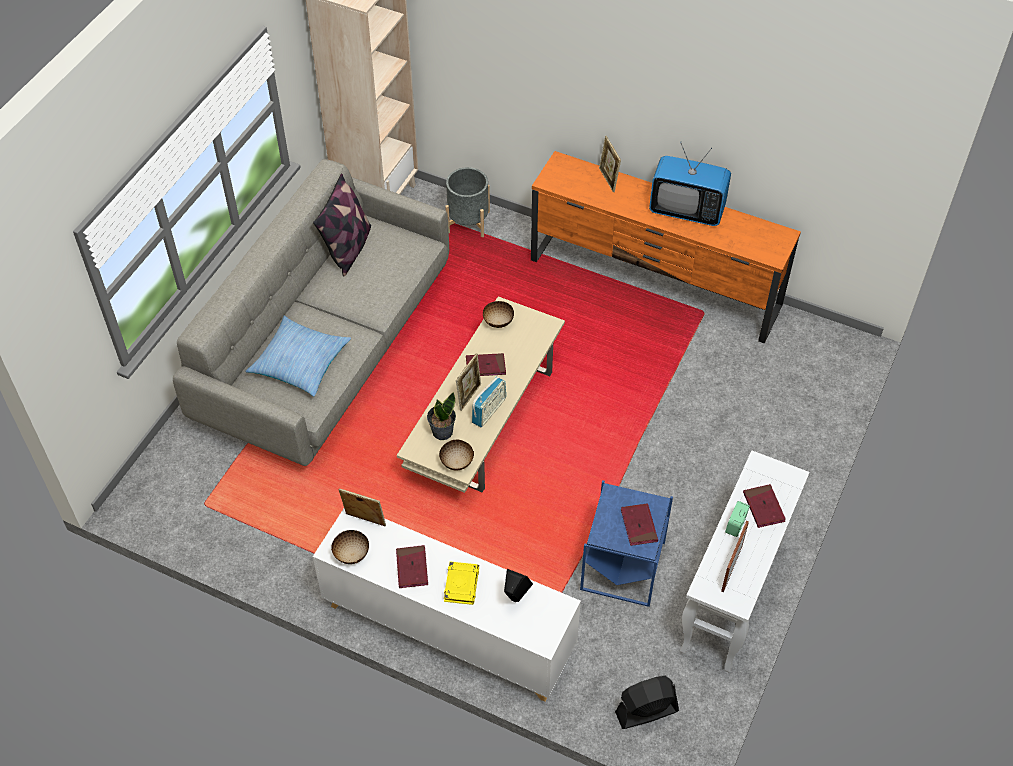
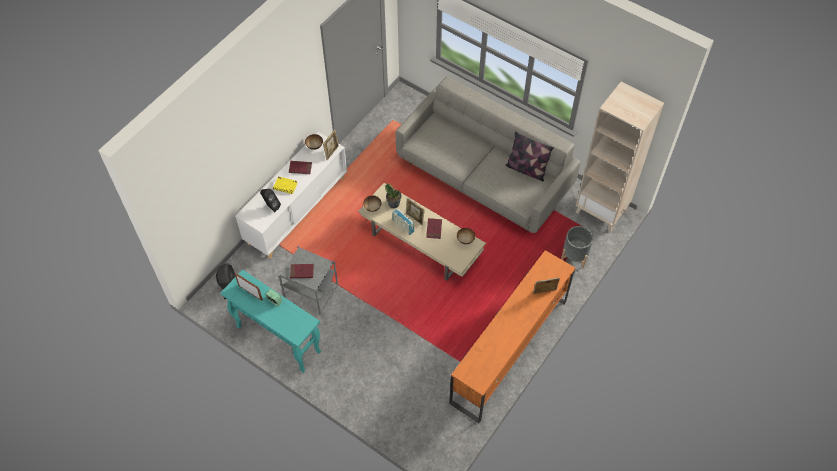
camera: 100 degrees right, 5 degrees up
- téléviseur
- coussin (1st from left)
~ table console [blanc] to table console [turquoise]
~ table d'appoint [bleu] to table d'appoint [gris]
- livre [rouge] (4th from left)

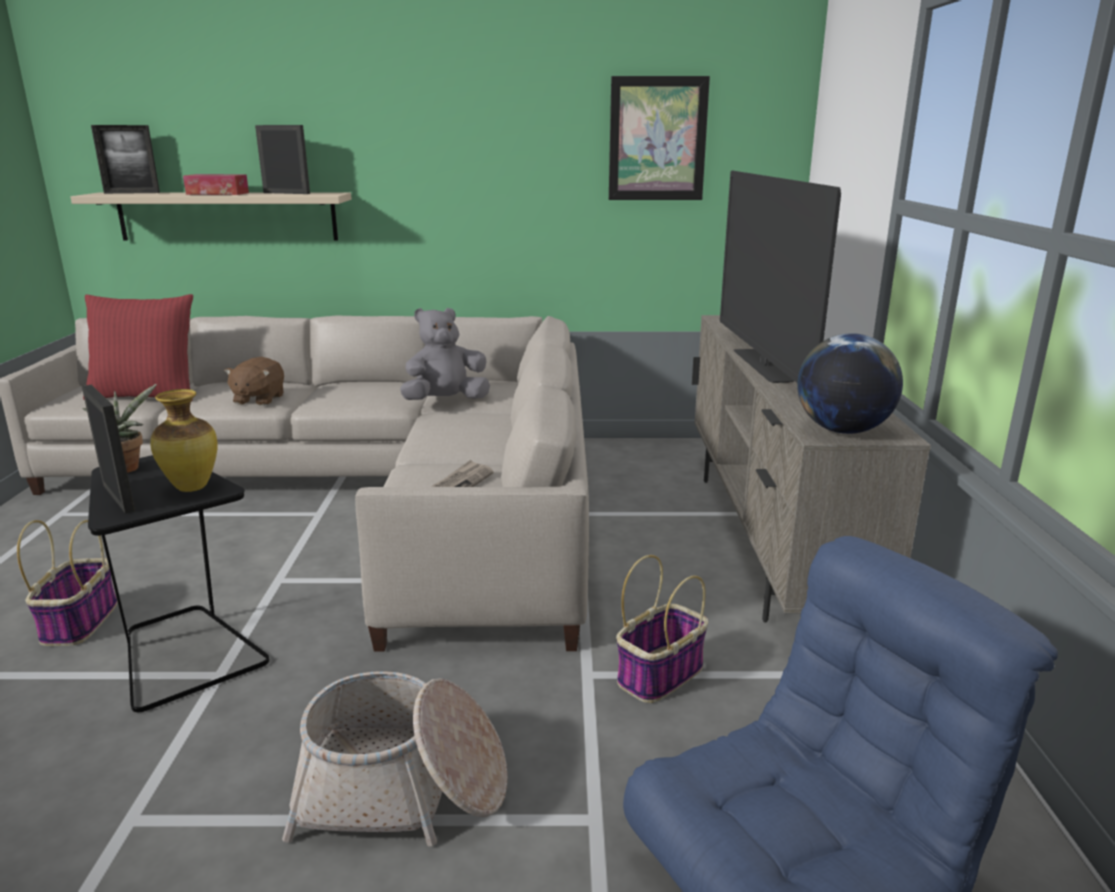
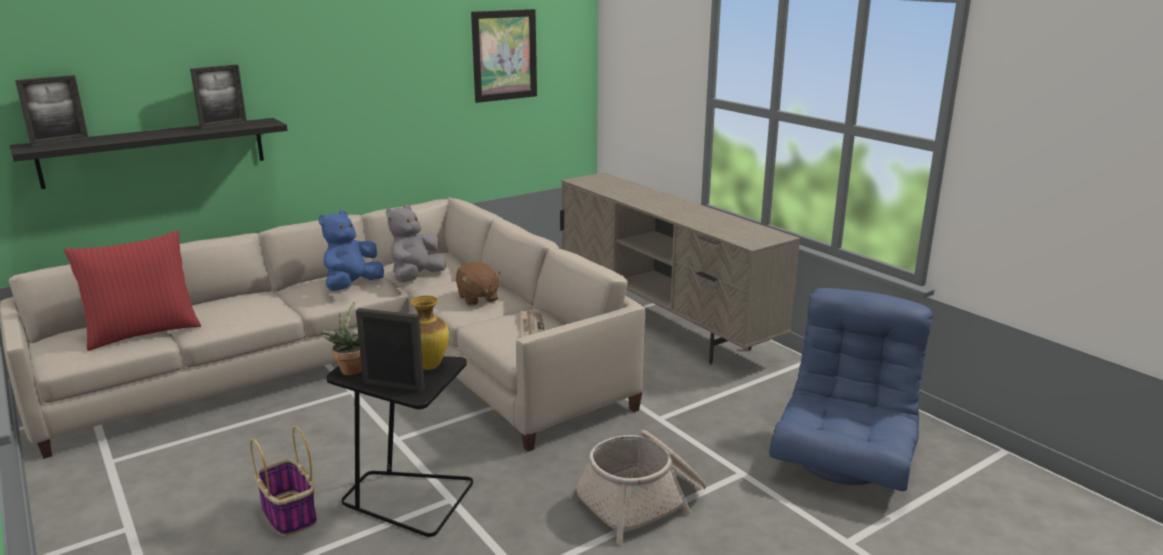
camera: 35 degrees left, 0 degrees up
~ cadre photo (3rd from left in the first image) 150 degrees clockwise
- téléviseur
- boîte à mouchoirs
~ étagère [beige] to étagère [noir]
- globe
~ peluche [marron]
- panier (3rd from left)
+ peluche [bleu]

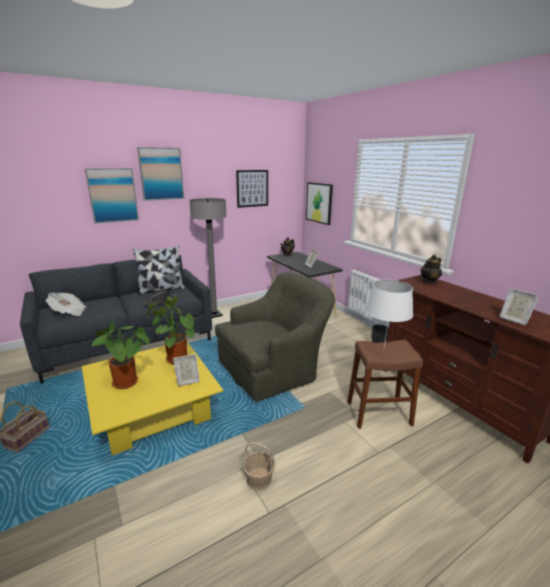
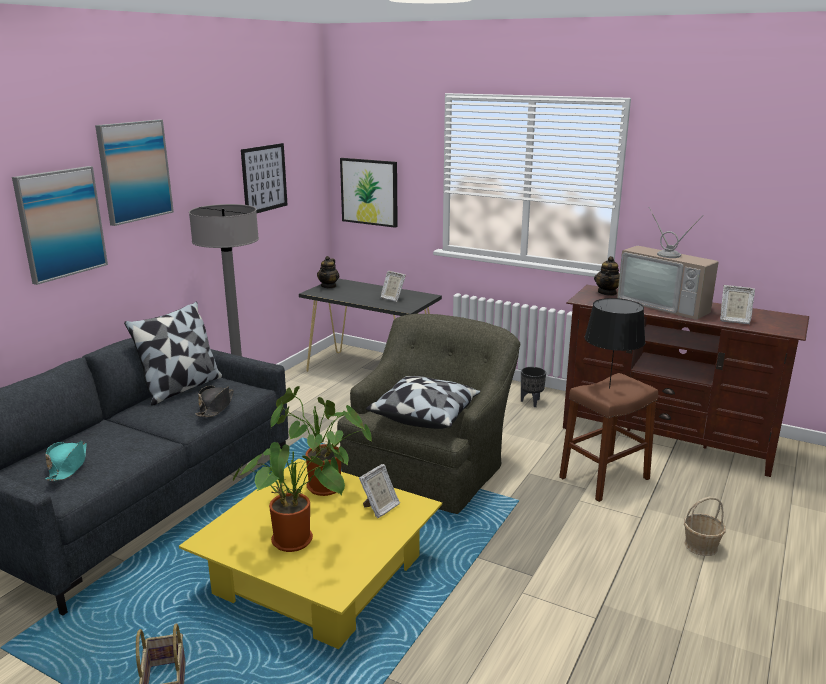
camera: 30 degrees left, 0 degrees up
~ lampe de table [blanc] to lampe de table [noir]
~ journal to chapeau [turquoise]
~ panier (2nd from left)
+ téléviseur
+ coussin (2nd from left)

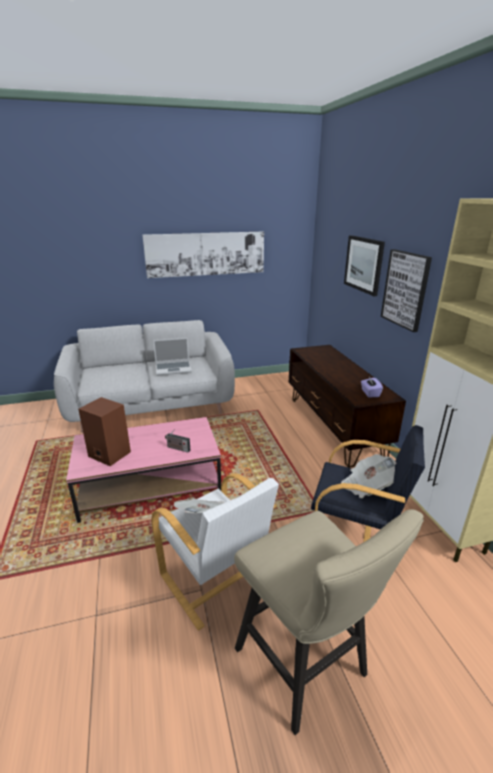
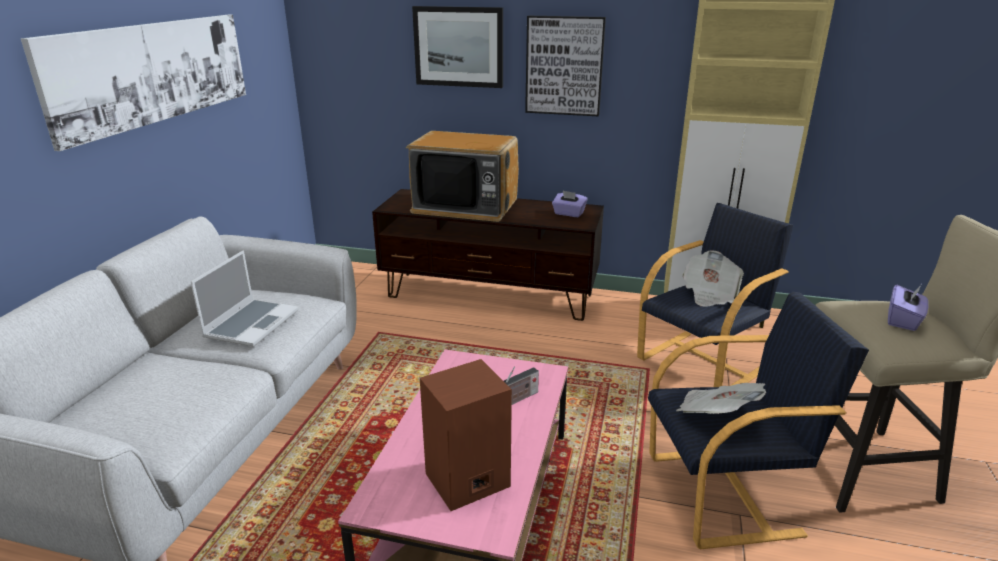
camera: 60 degrees left, 0 degrees up
~ fauteuil [blanc] to fauteuil [noir] (2nd from left)
+ téléviseur
+ boîte à mouchoirs [violet] (2nd from left)

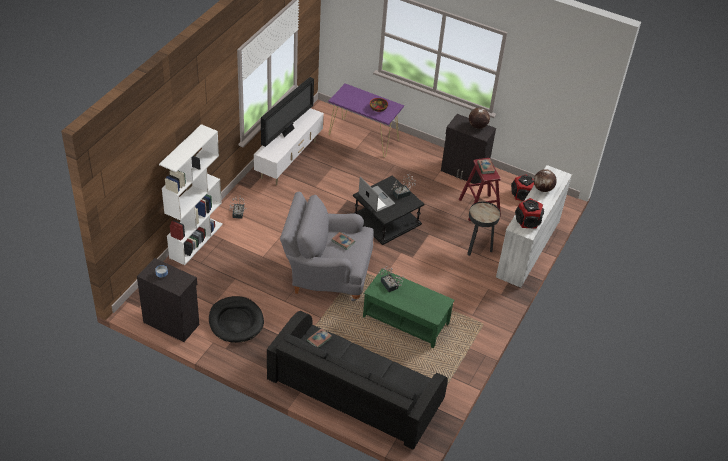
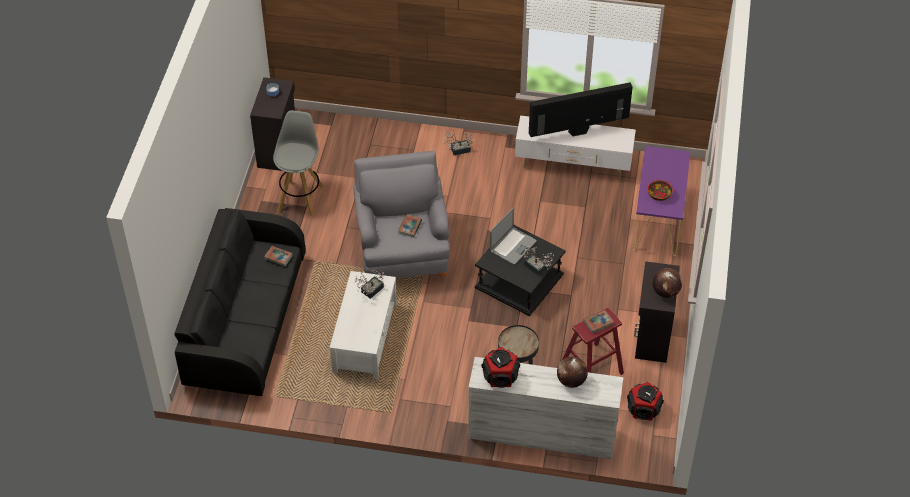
camera: 75 degrees right, 5 degrees up
~ téléviseur 150 degrees clockwise
- bibliothèque [blanc]
~ table basse [vert] to table basse [blanc]
~ panier pour chien [noir] to tabouret [gris]

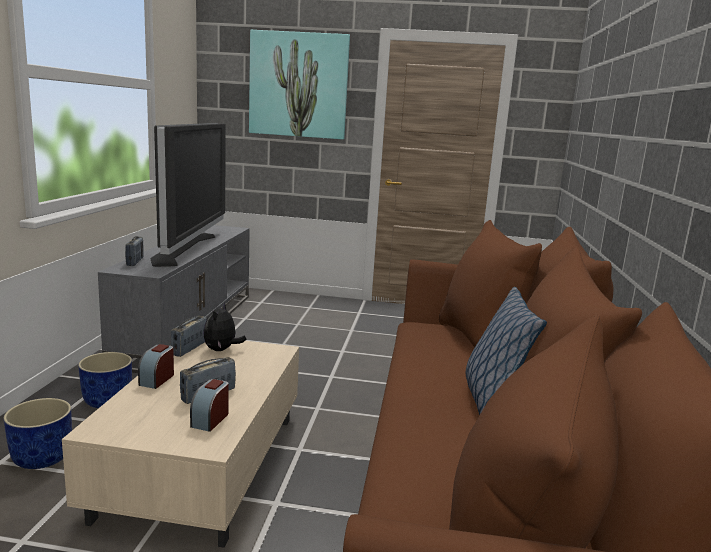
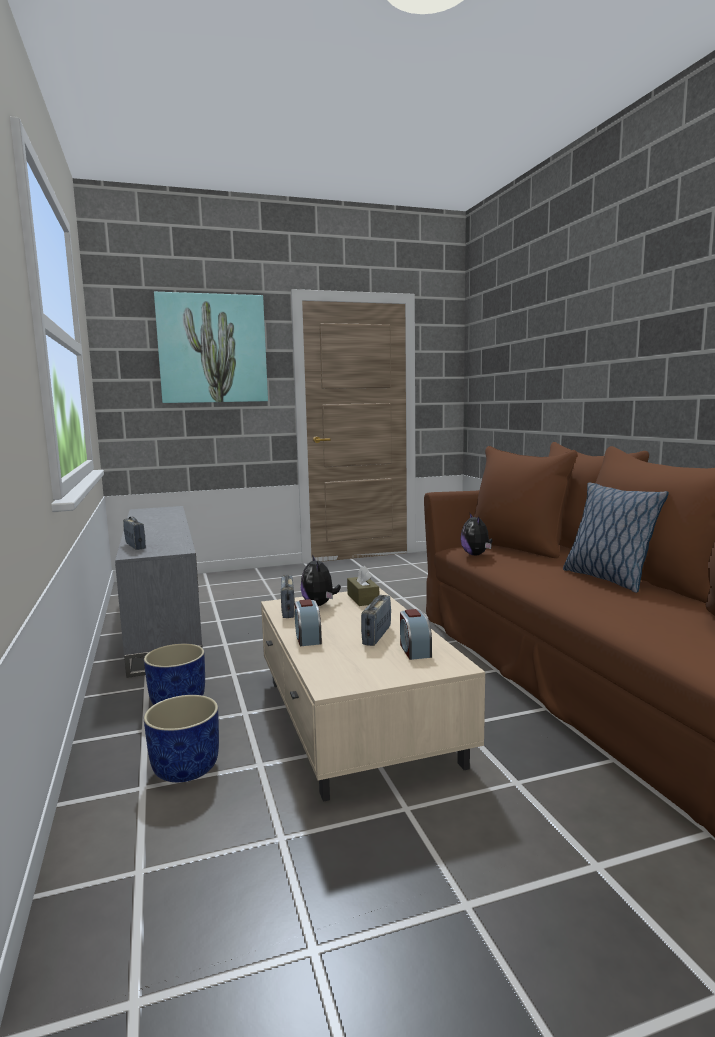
camera: 25 degrees left, 5 degrees down
- téléviseur
+ peluche (2nd from left)
+ boîte à mouchoirs [marron]

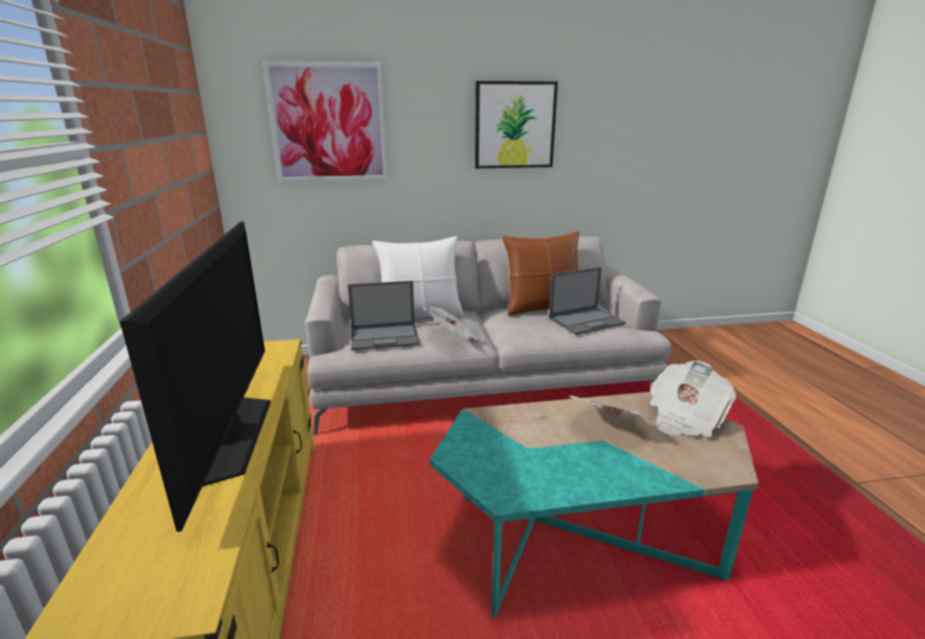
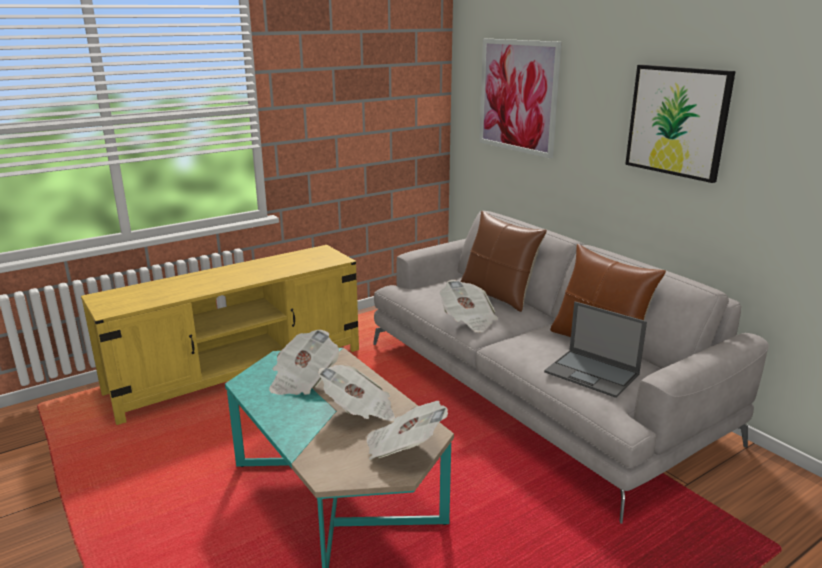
camera: 65 degrees right, 0 degrees up
- téléviseur
~ coussin [blanc] to coussin [marron] (1st from left)
- ordinateur portable (1st from left)
+ journal (1st from left)

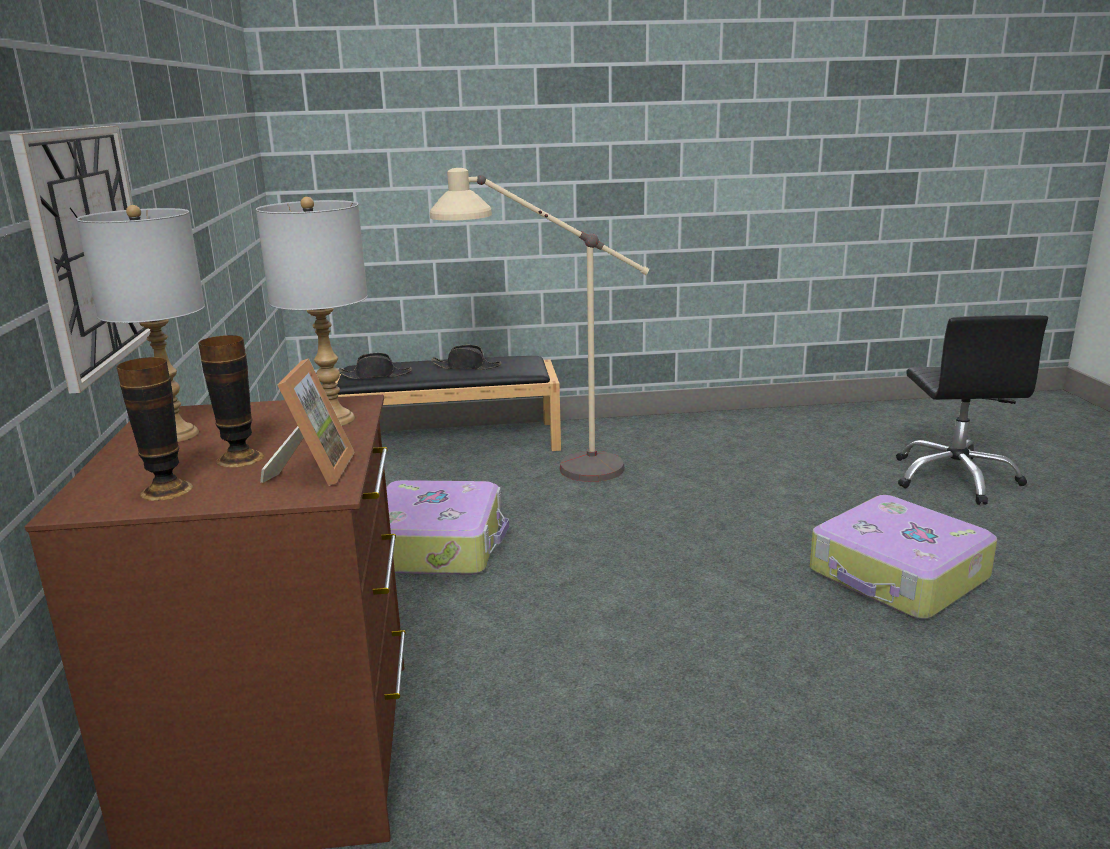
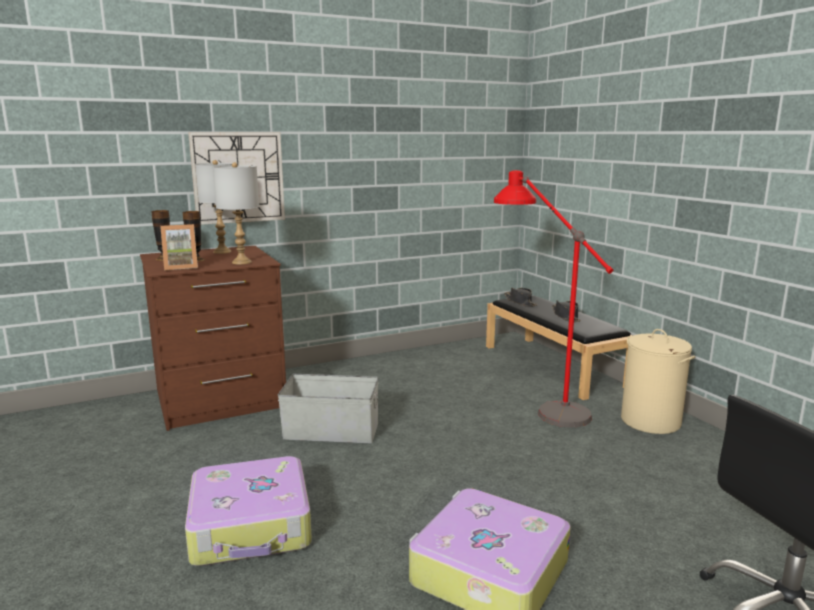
camera: 70 degrees right, 5 degrees down
~ lampadaire [beige] to lampadaire [rouge]
~ valise (1st from left)
+ panier à linge [beige]
+ boîte de rangement [gris]

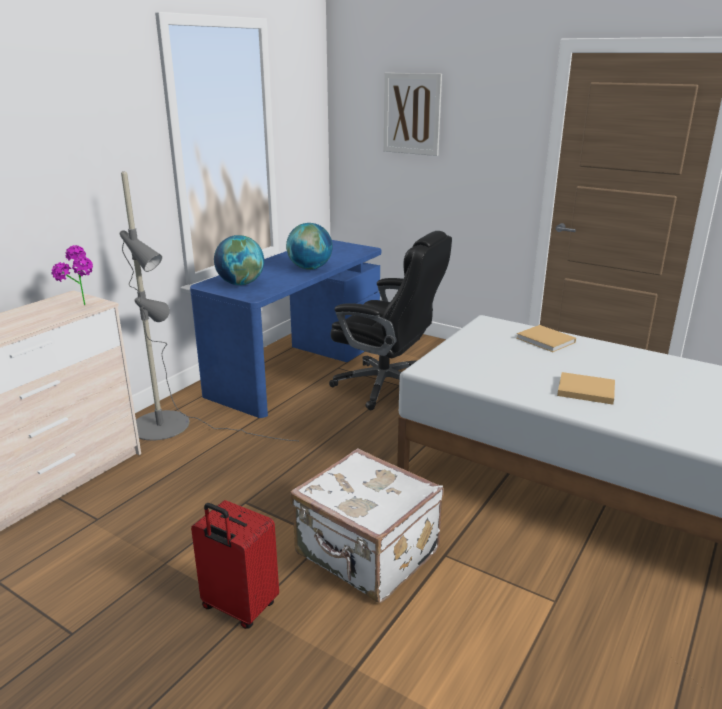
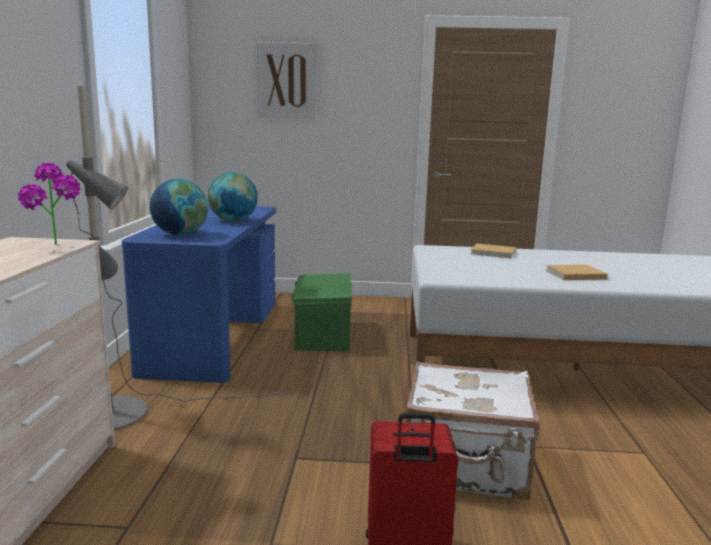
camera: 30 degrees left, 10 degrees down
~ chaise de bureau [noir] to boîte de rangement [vert]

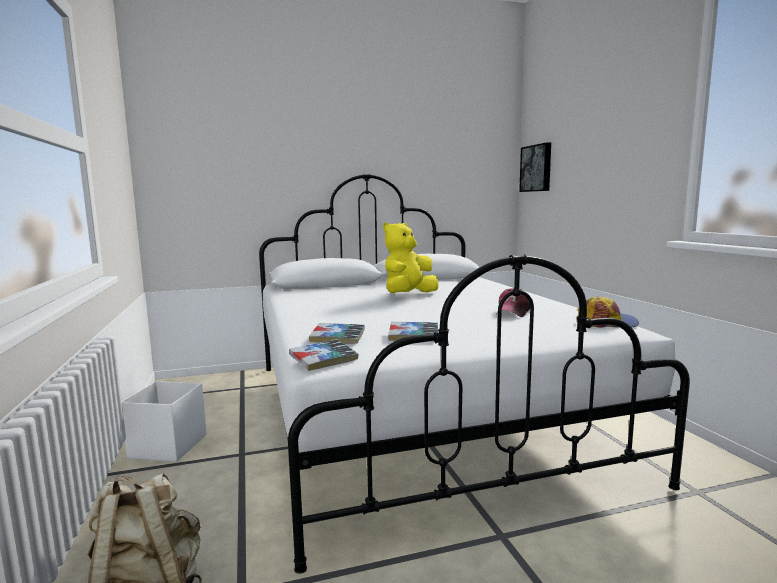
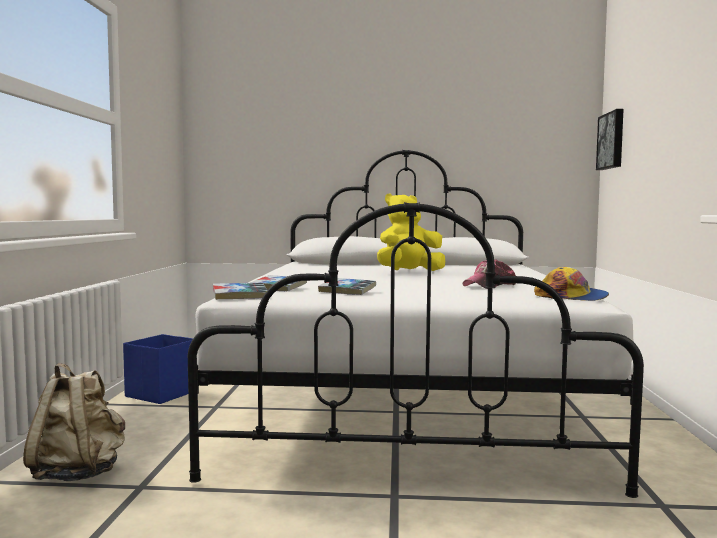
camera: 20 degrees right, 5 degrees down
~ boîte de rangement [blanc] to boîte de rangement [bleu]

